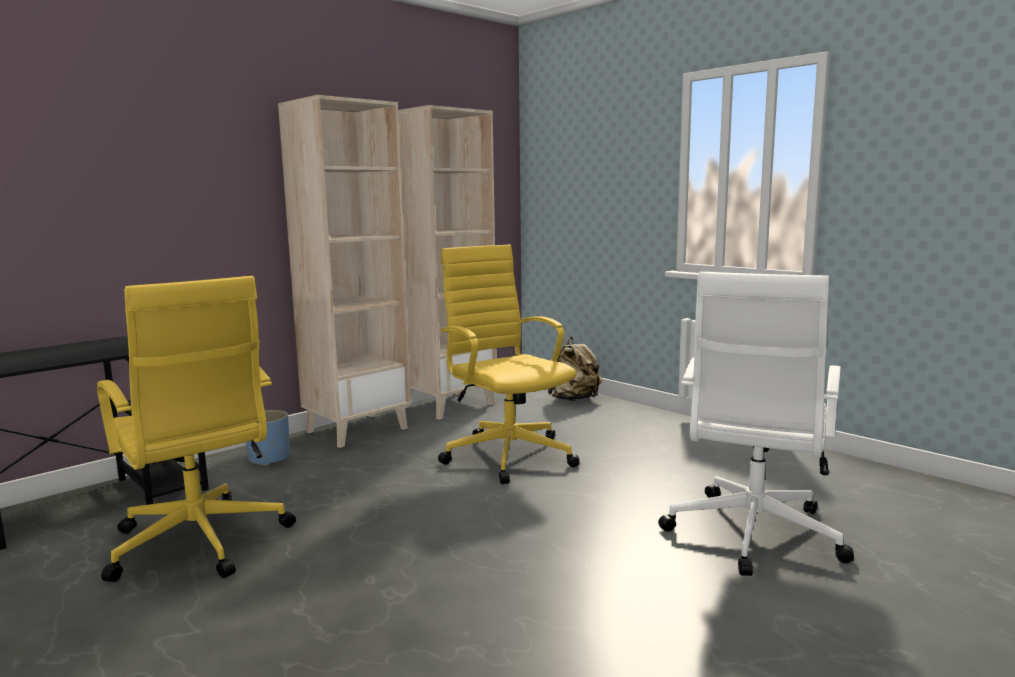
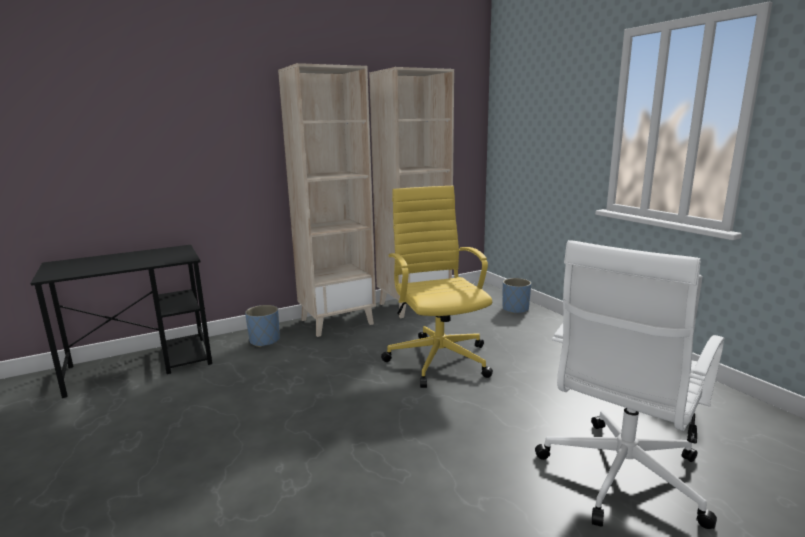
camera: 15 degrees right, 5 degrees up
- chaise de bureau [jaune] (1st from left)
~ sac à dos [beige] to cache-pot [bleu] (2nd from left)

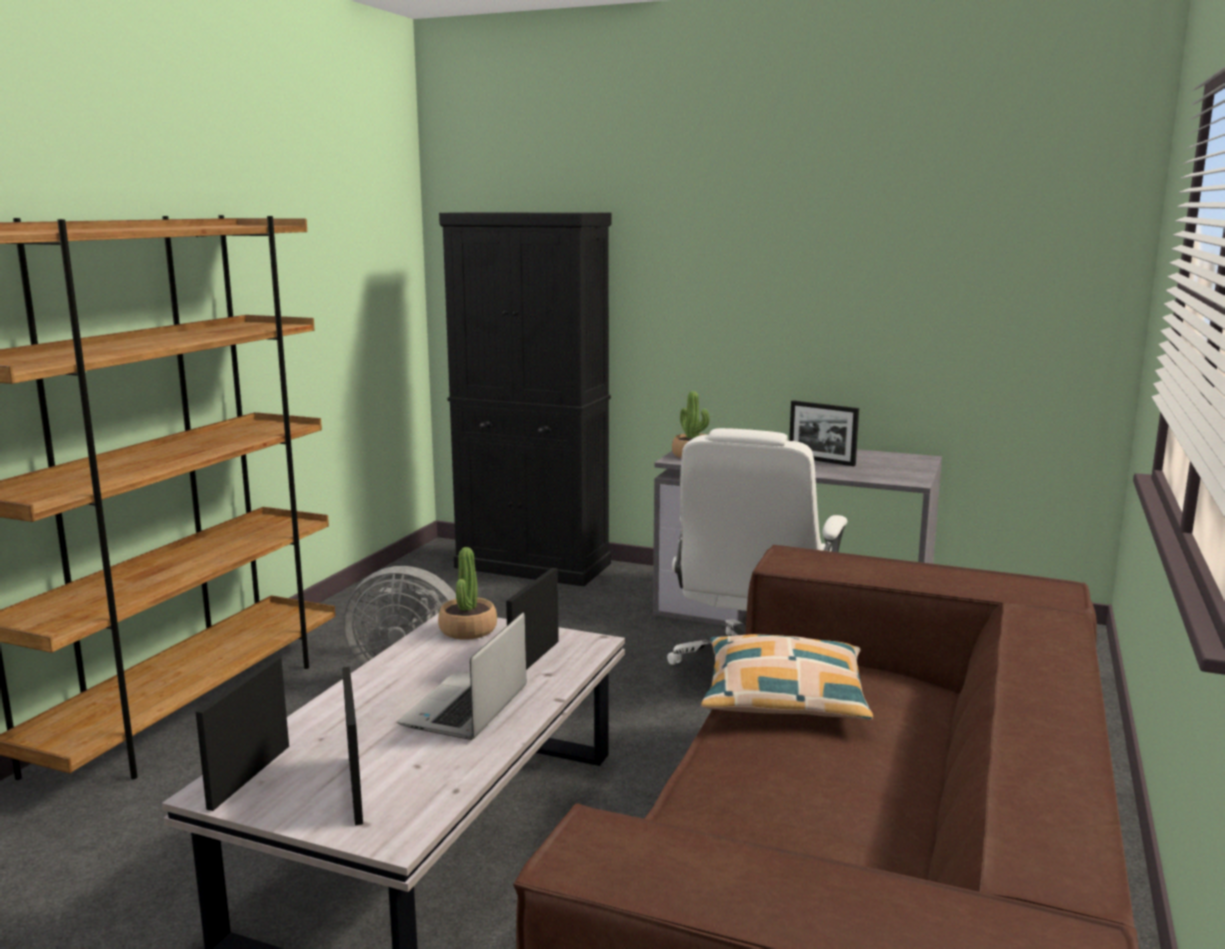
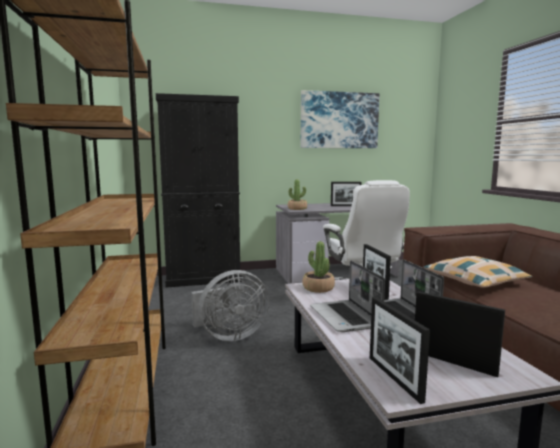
camera: 35 degrees left, 5 degrees down
+ tableau
+ ordinateur portable (1st from left)

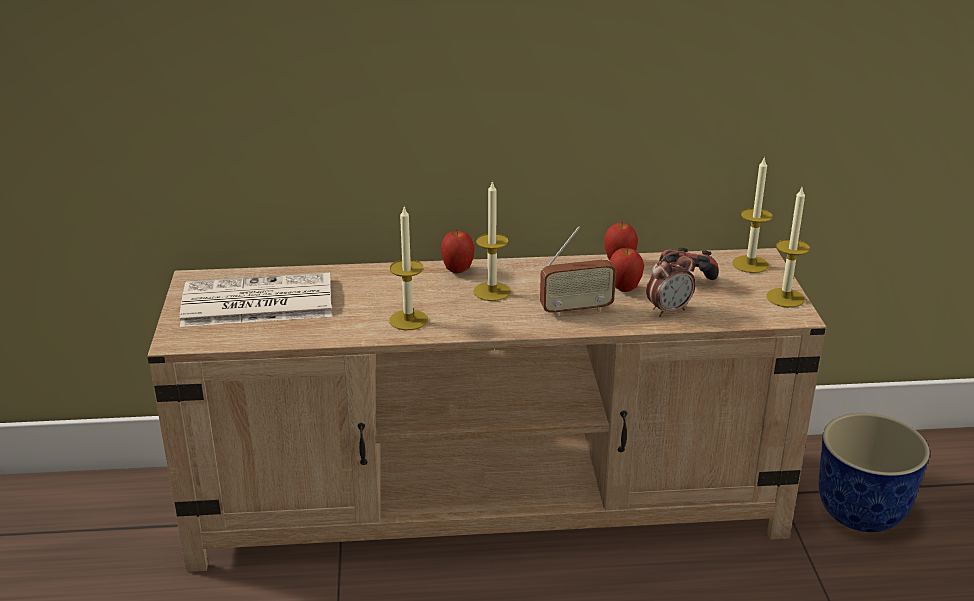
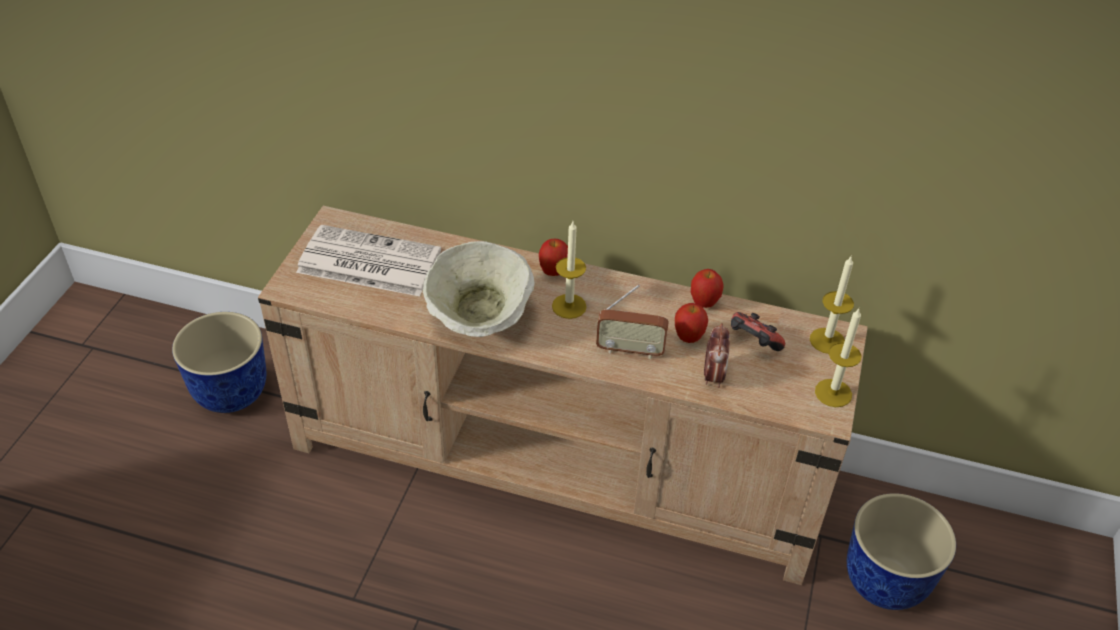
camera: 20 degrees right, 15 degrees up
~ bougie (1st from left) to bol [beige]
~ réveil 75 degrees counterclockwise
+ cache-pot (1st from left)

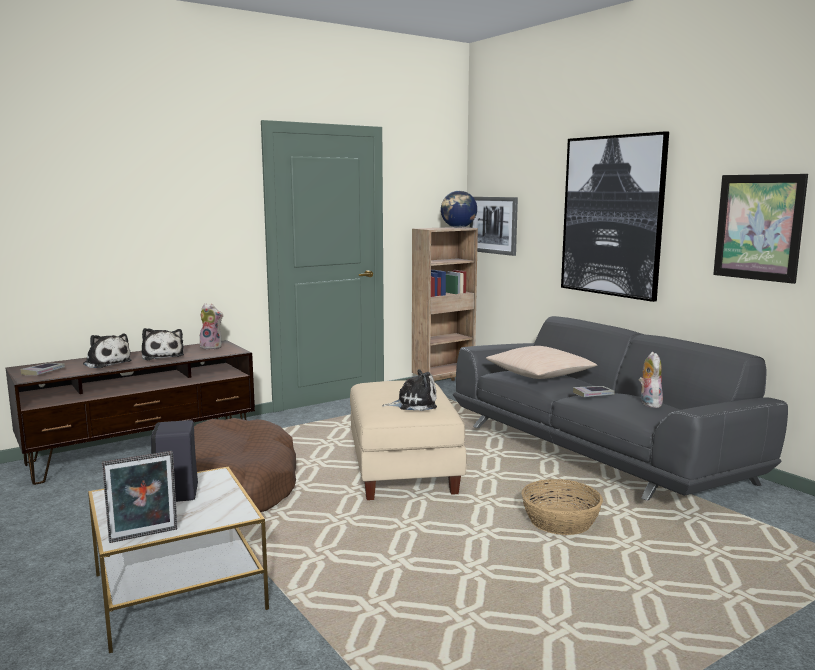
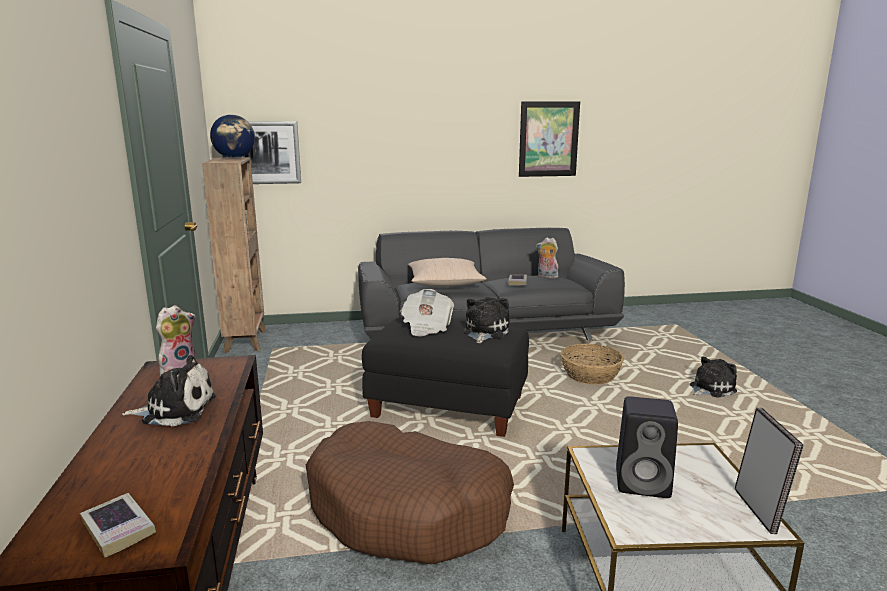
camera: 65 degrees left, 5 degrees up
- tableau (2nd from left)
~ peluche (1st from left in the first image) to peluche (5th from left)
~ pouf [beige] to pouf [noir]
+ journal

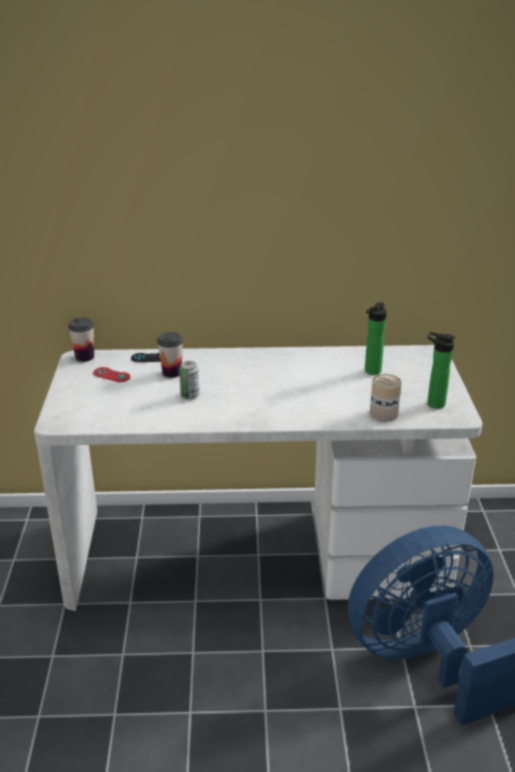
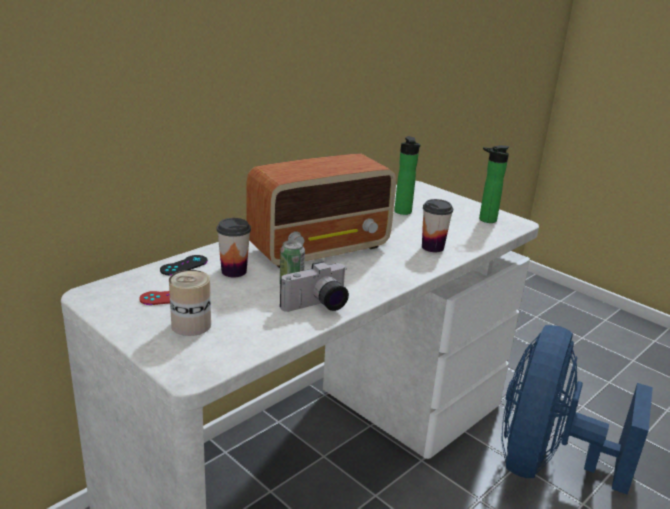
camera: 45 degrees left, 5 degrees down
~ tasse (1st from left in the first image) to tasse (2nd from left)
~ boîte métallique (2nd from left in the first image) to boîte métallique (1st from left)
+ radio
+ appareil photo

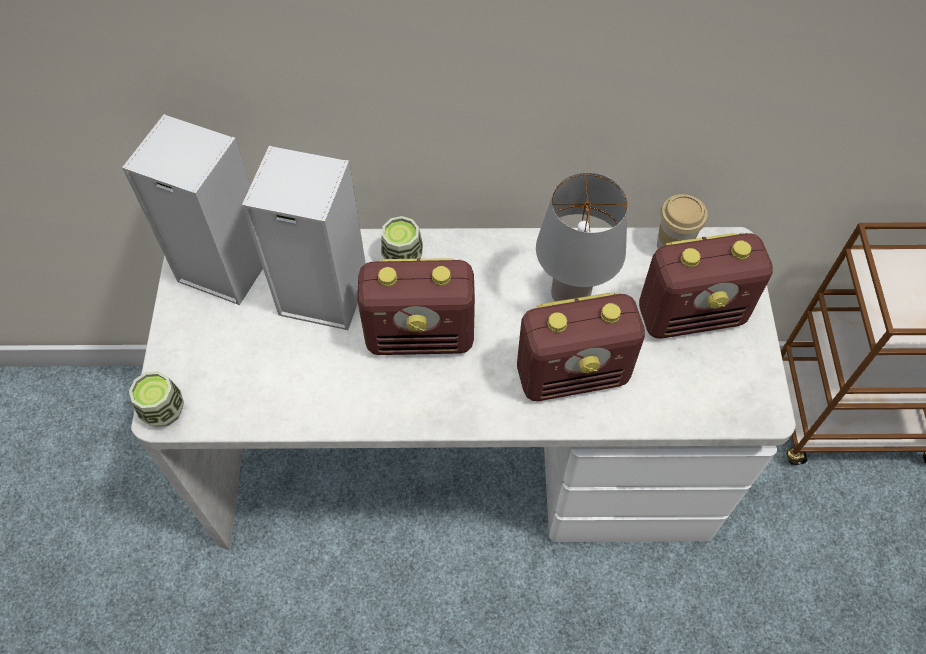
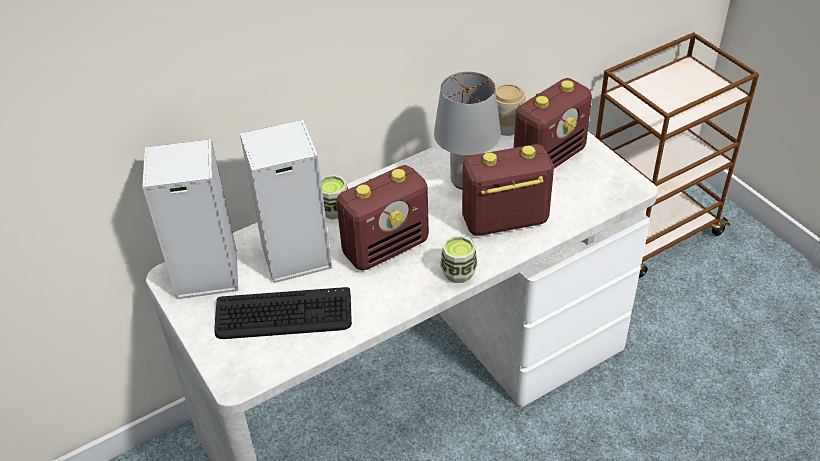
camera: 30 degrees left, 15 degrees down
~ radio (2nd from left) 150 degrees counterclockwise
~ tasse (1st from left in the first image) to tasse (2nd from left)
+ clavier

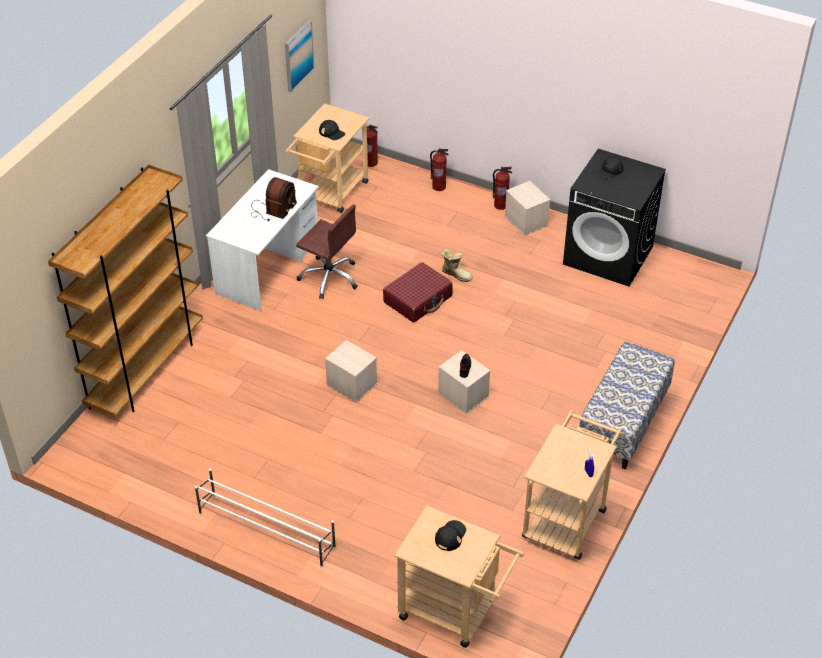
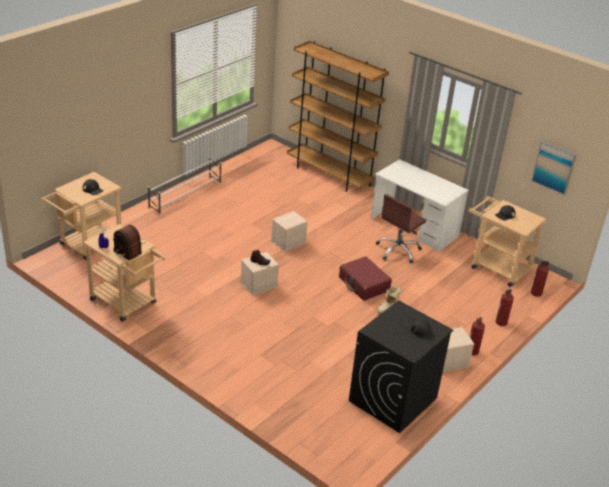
camera: 100 degrees right, 10 degrees down
~ radio
- banc

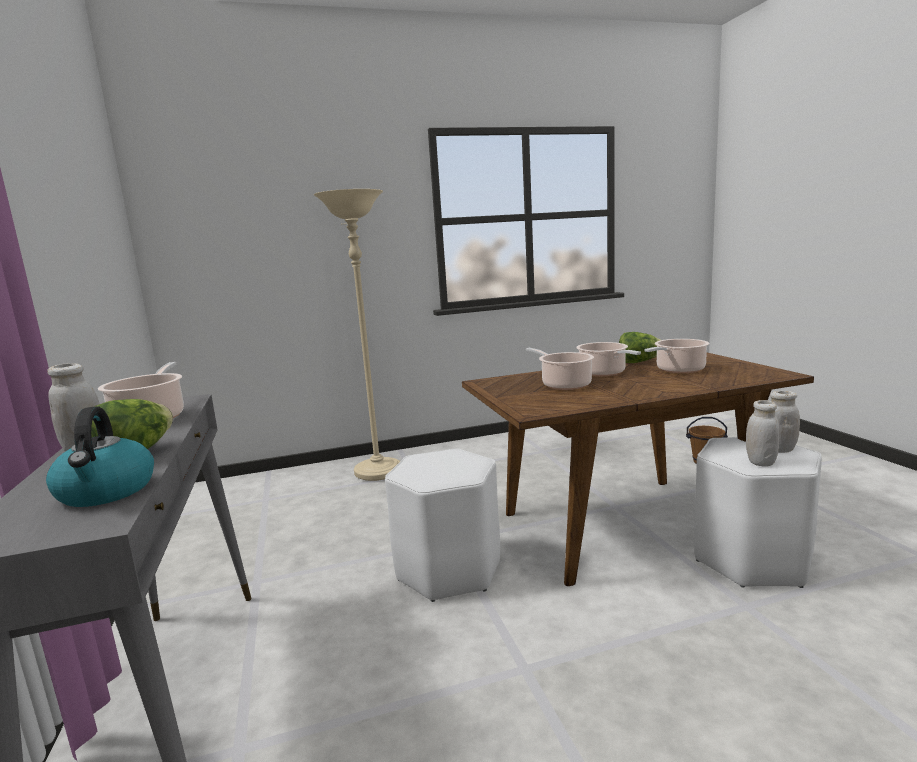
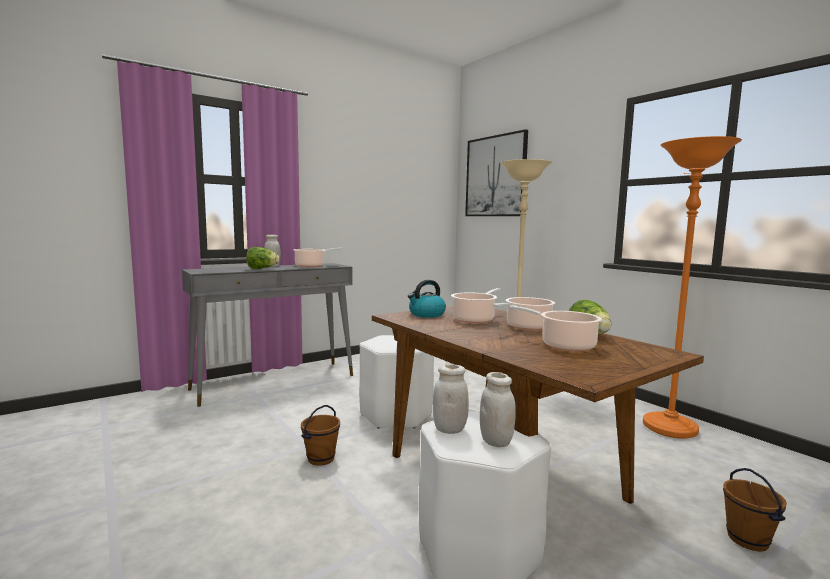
camera: 70 degrees right, 5 degrees down
~ bouilloire
+ tableau
+ lampadaire [orange]
+ seau [marron] (1st from left)

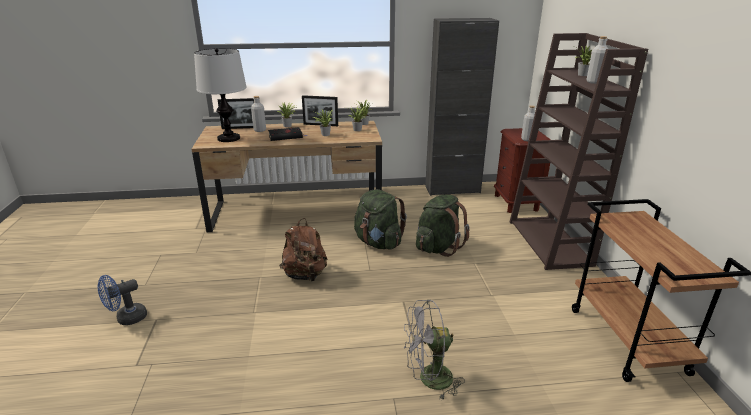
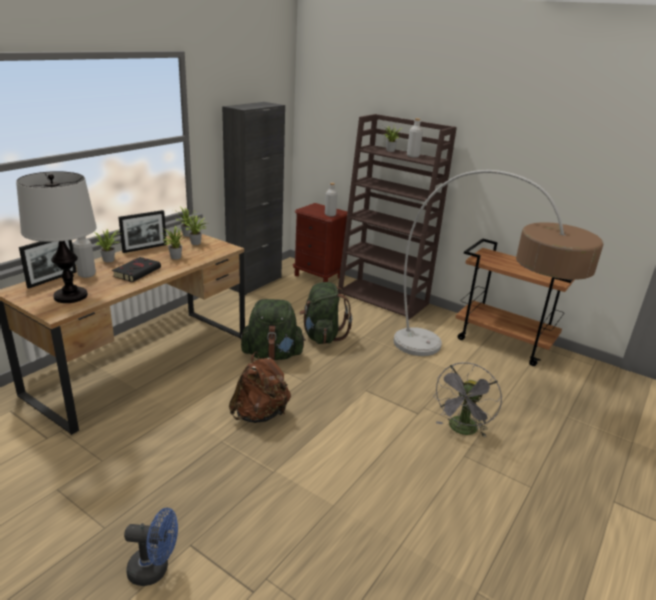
camera: 50 degrees left, 0 degrees up
~ ventilateur [bleu] 90 degrees counterclockwise
+ lampadaire

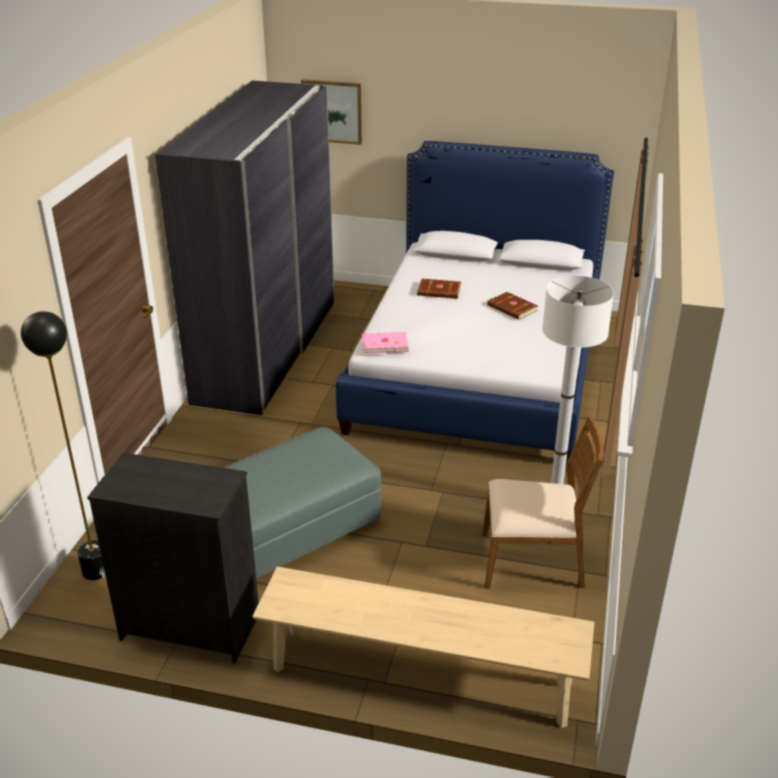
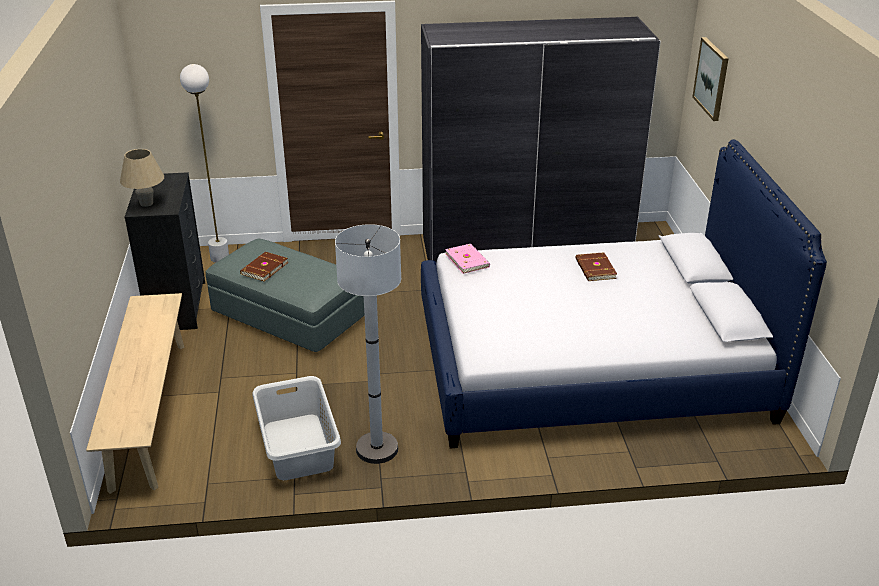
camera: 70 degrees right, 0 degrees up
~ livre [marron] (2nd from left in the first image) to livre [marron] (1st from left)
~ lampadaire [noir] to lampadaire [blanc] (1st from left)
~ chaise [marron] to panier à linge [gris]
+ lampe de table [beige]

